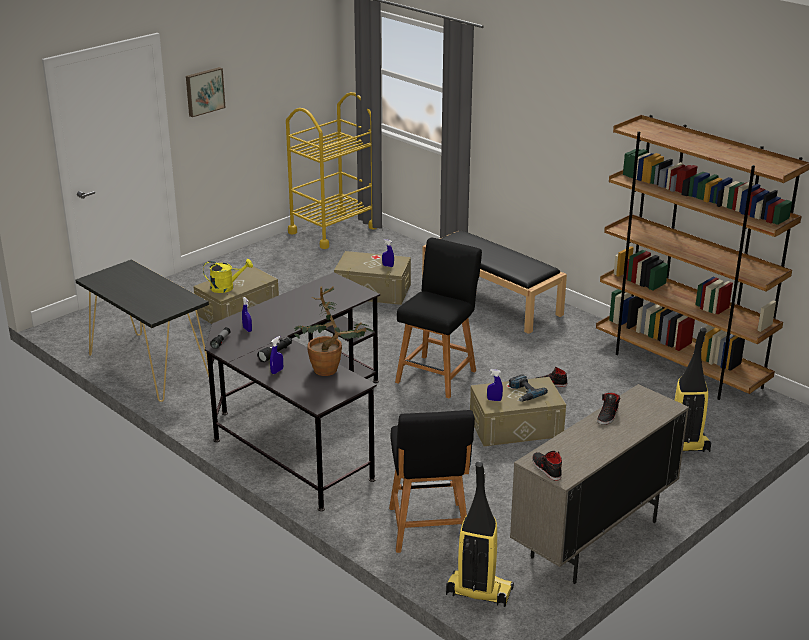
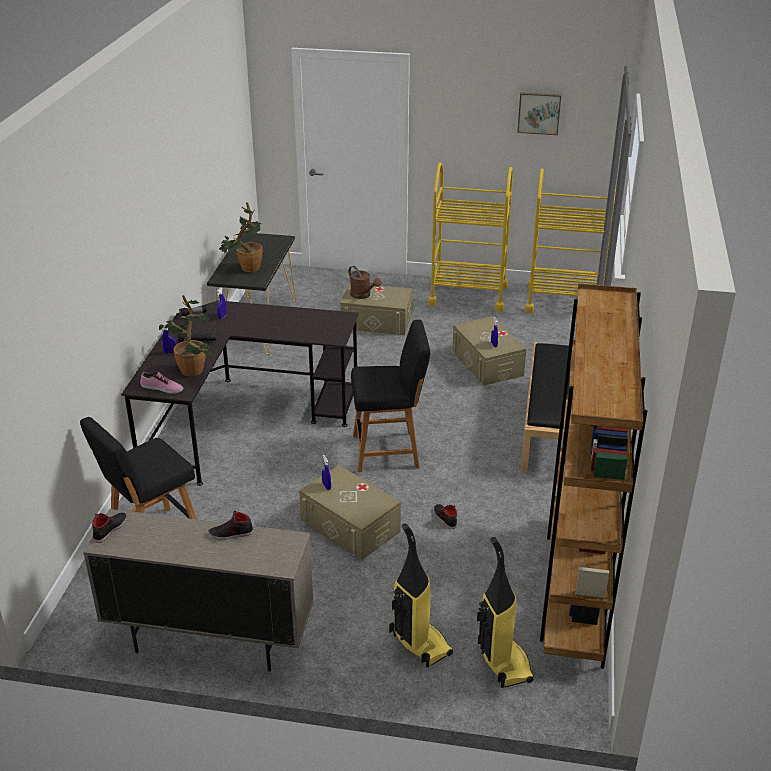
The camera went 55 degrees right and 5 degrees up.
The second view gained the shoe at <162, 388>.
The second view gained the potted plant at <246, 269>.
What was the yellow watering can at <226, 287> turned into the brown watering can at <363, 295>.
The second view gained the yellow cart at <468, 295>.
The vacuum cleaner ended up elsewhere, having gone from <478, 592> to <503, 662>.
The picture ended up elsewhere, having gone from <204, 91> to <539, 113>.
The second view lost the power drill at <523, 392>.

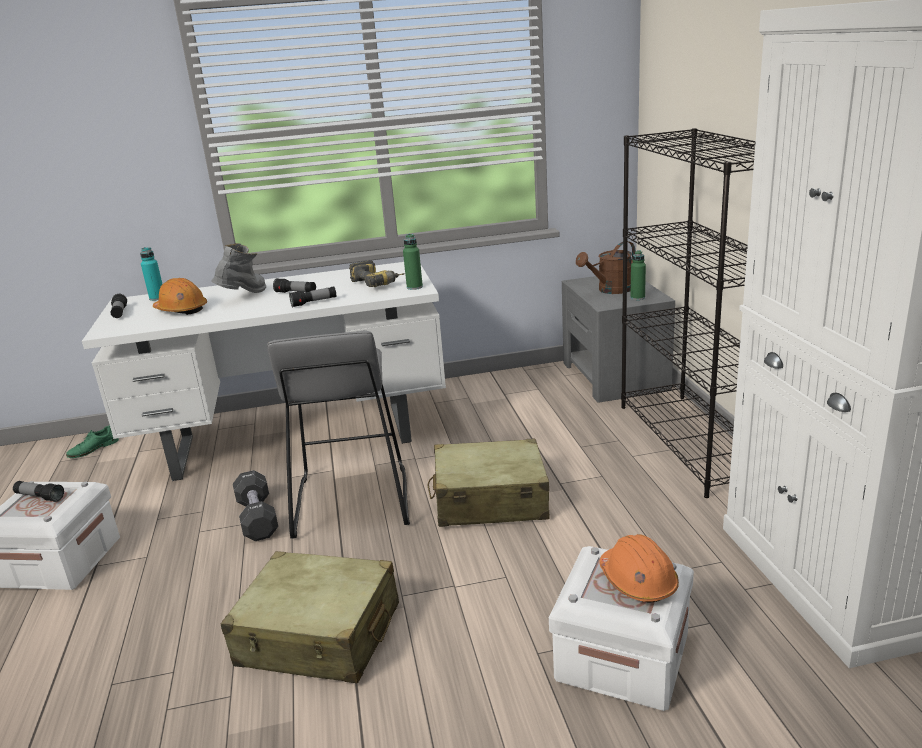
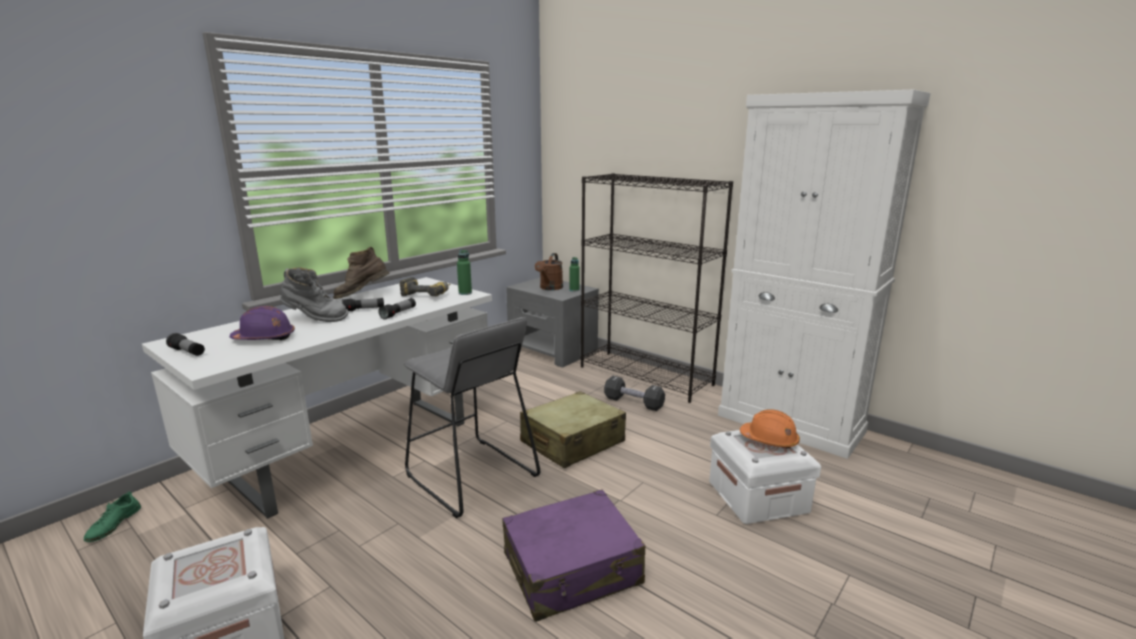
The camera went 40 degrees left and 5 degrees down.
What was the orange hard hat at <181, 310> turned into the purple hard hat at <264, 338>.
The grey boot at <244, 297> ended up facing another way, 105 degrees clockwise from before.
The second view gained the brown boot at <362, 296>.
What was the beige suitcase at <319, 635> turned into the purple suitcase at <572, 569>.
The black dumbbell ended up elsewhere, having gone from <257, 518> to <633, 403>.
The second view lost the flashlight at <40, 497>.
The second view lost the turquoise bottle at <157, 298>.

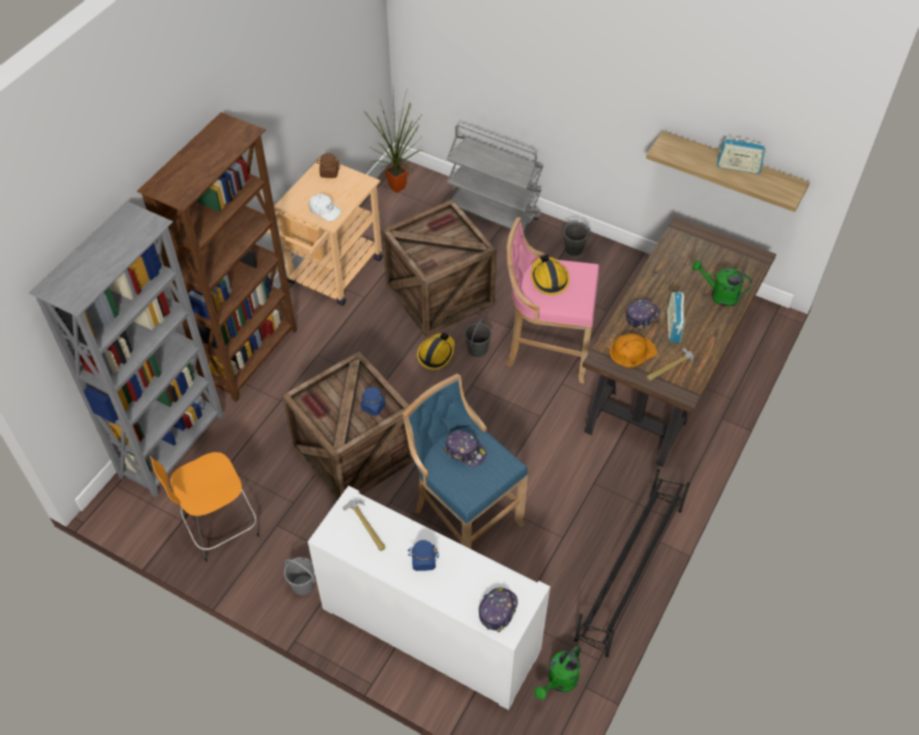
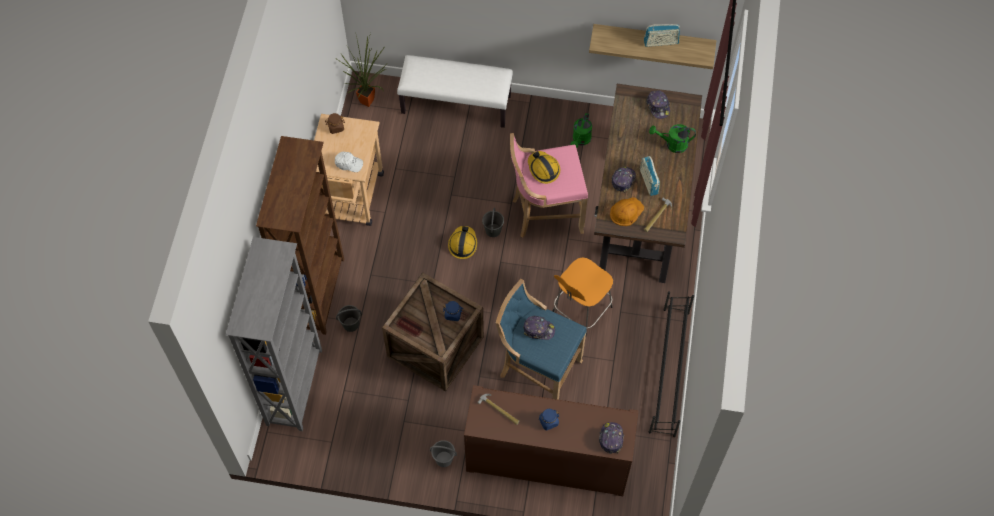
The camera went 20 degrees left and 10 degrees up.
The grey bucket ended up elsewhere, having gone from <574, 249> to <351, 324>.
Where the grey cart stood at <493, 214>, the white bench came to stand at <456, 104>.
What was the white cabinet at <430, 629> turned into the brown cabinet at <548, 460>.
The orange stool ended up elsewhere, having gone from <218, 528> to <580, 310>.
The green watering can ended up elsewhere, having gone from <559, 682> to <580, 140>.
The second view gained the cap at <658, 106>.
The second view lost the crate at <440, 293>.

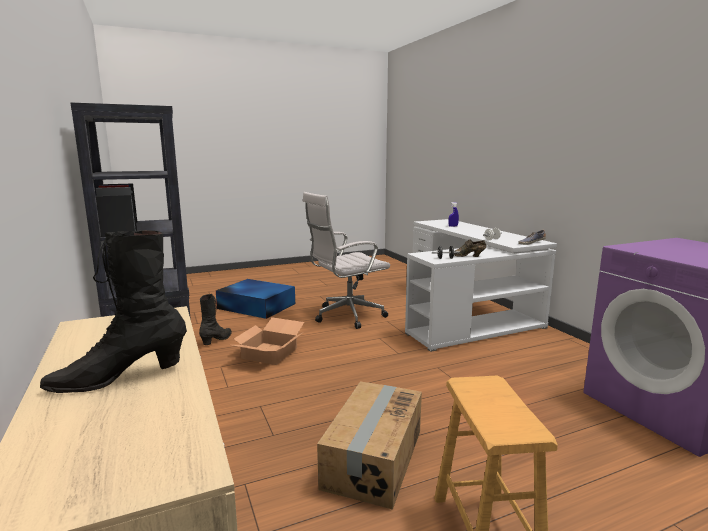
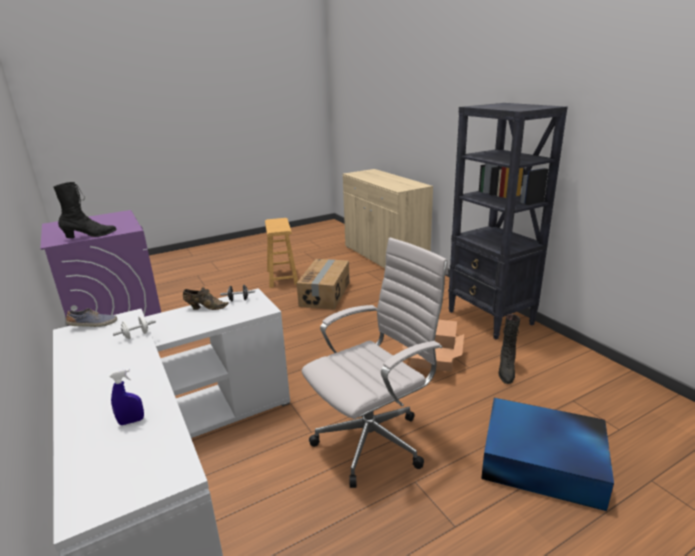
The camera went 175 degrees right and 10 degrees up.
The black boot ended up elsewhere, having gone from <119, 377> to <90, 236>.

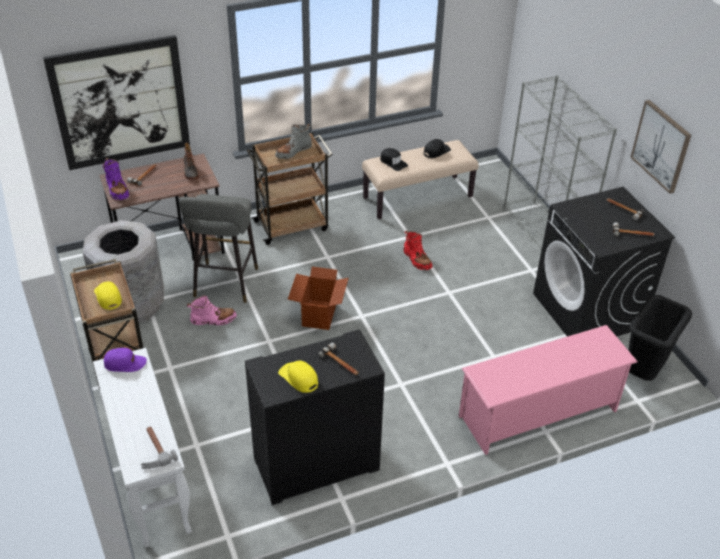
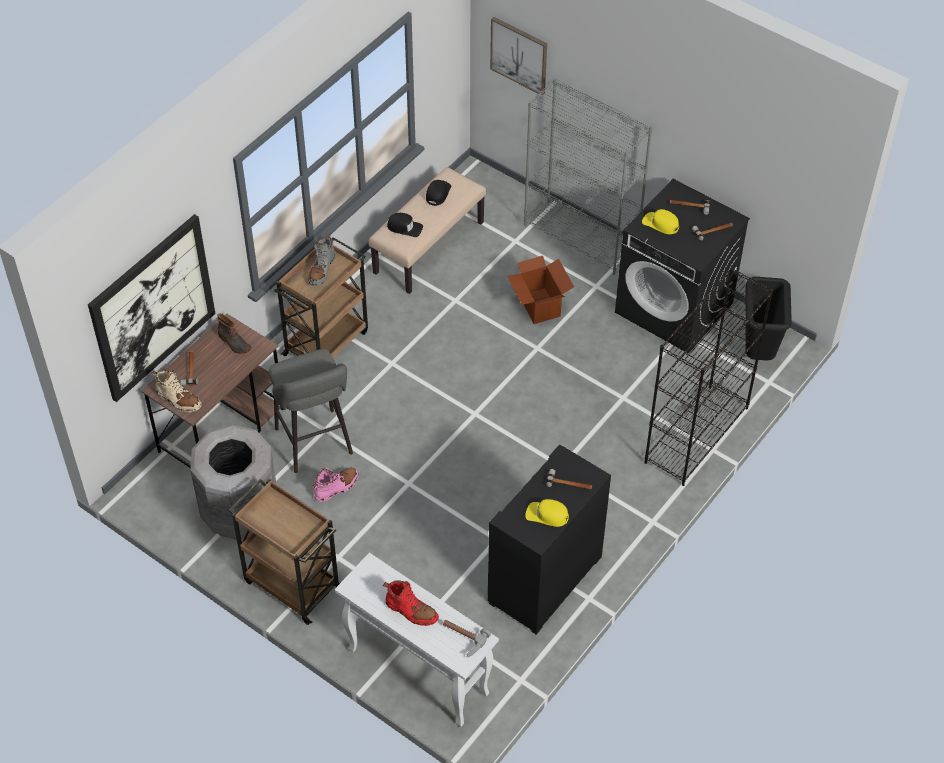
The camera went 30 degrees left and 10 degrees up.
What was the purple boot at <117, 190> turned into the beige boot at <178, 400>.
The red boot ended up elsewhere, having gone from <417, 259> to <411, 611>.
The picture ended up elsewhere, having gone from <661, 146> to <519, 55>.
The cardboard box ended up elsewhere, having gone from <318, 315> to <539, 306>.
The yellow cap ended up elsewhere, having gone from <108, 297> to <660, 224>.
Where the pink shoe rack stood at <538, 414>, the black bookcase came to stand at <696, 436>.
The second view lost the purple cap at <125, 363>.

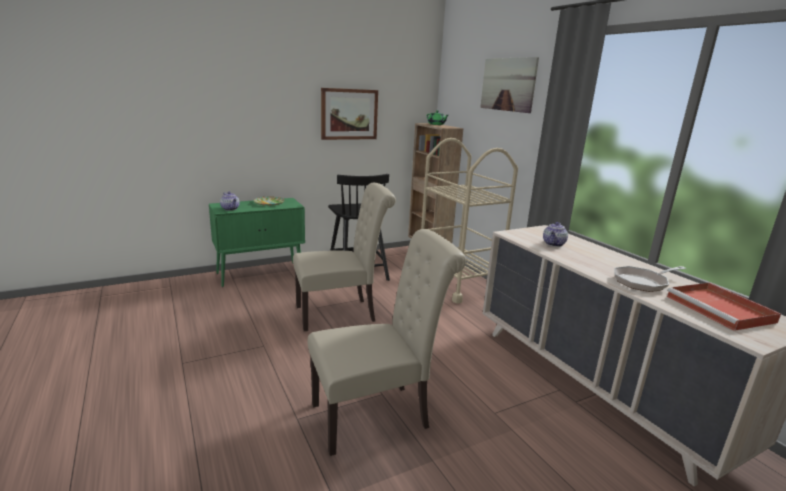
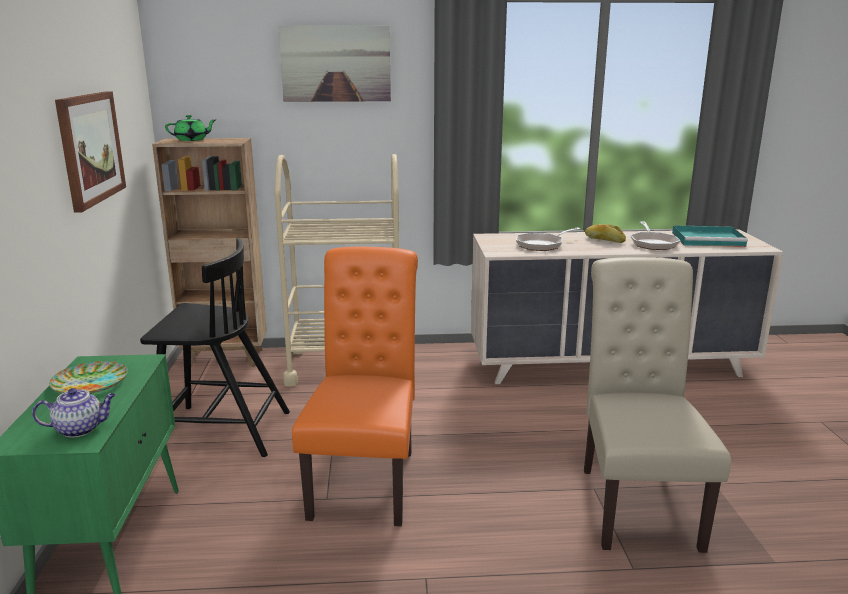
The camera went 65 degrees left and 0 degrees up.
What was the beige chair at <341, 313> turned into the orange chair at <366, 478>.
Where the teapot stood at <554, 244>, the frying pan came to stand at <542, 245>.
The second view gained the bread at <604, 240>.
What was the red tray at <721, 309> turned into the turquoise tray at <709, 239>.

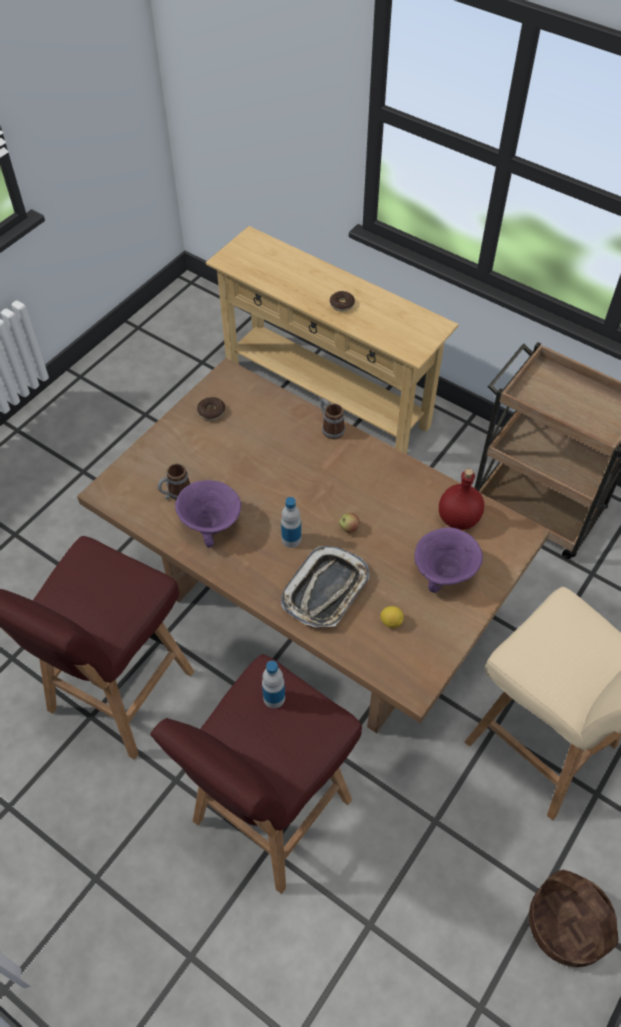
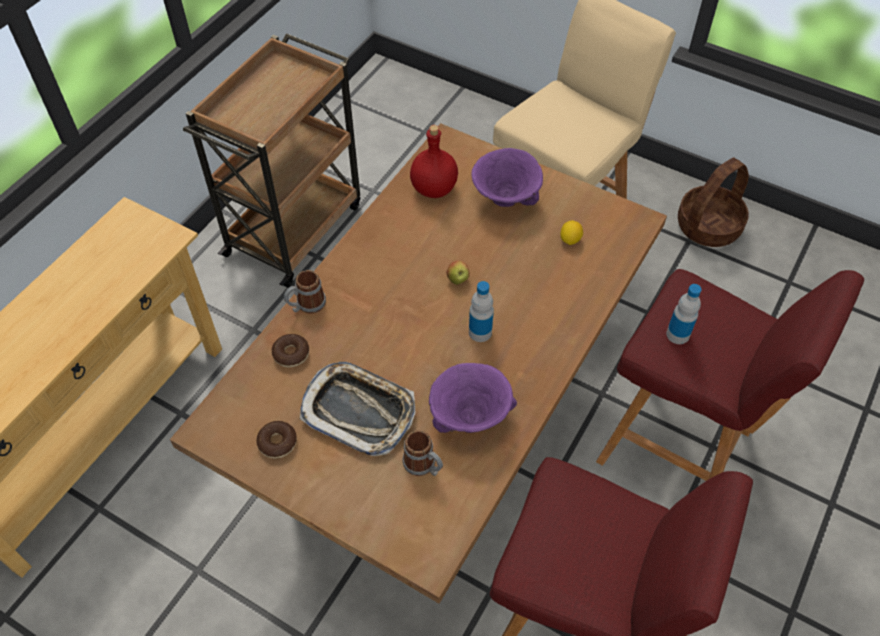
The camera went 95 degrees left and 0 degrees up.
The donut ended up elsewhere, having gone from <342, 304> to <291, 354>.
The tray ended up elsewhere, having gone from <326, 591> to <359, 411>.

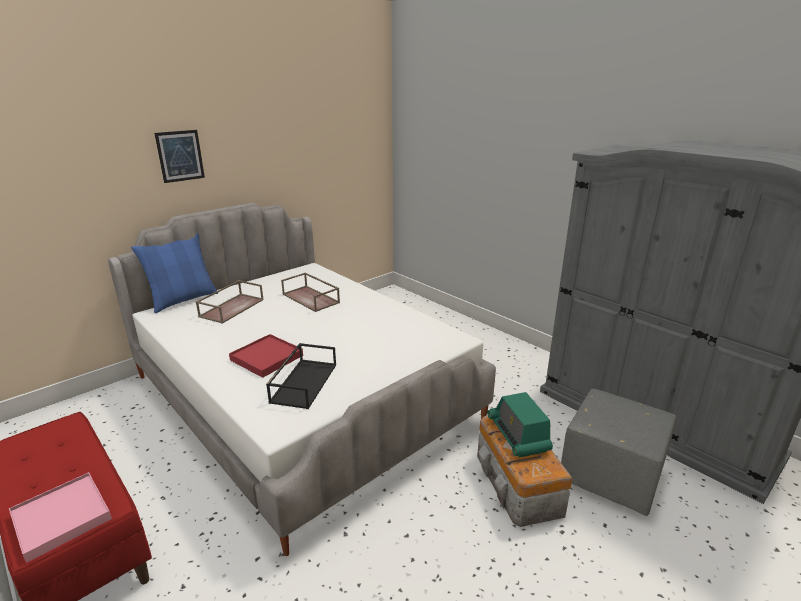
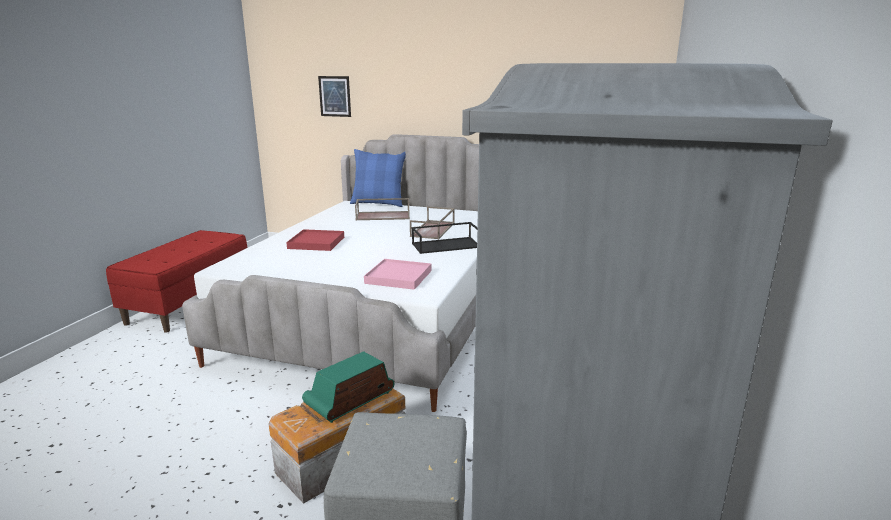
The camera went 60 degrees right and 5 degrees down.
The picture ended up elsewhere, having gone from <180, 156> to <334, 96>.
The pink tray ended up elsewhere, having gone from <61, 518> to <398, 277>.
The black tray ended up elsewhere, having gone from <304, 382> to <446, 245>.

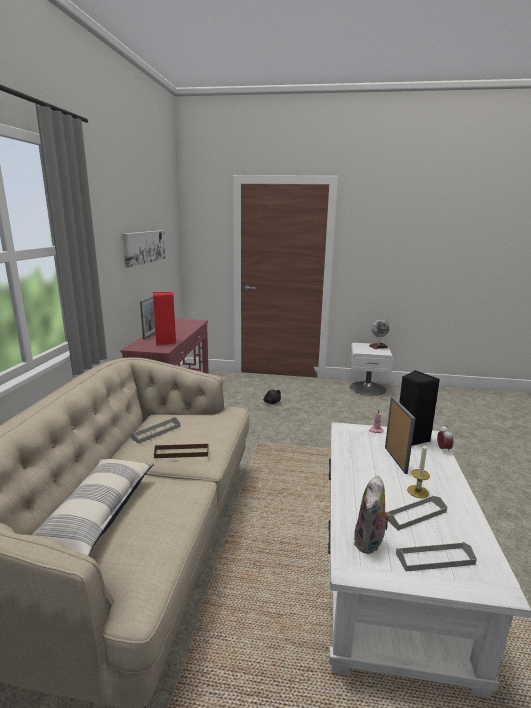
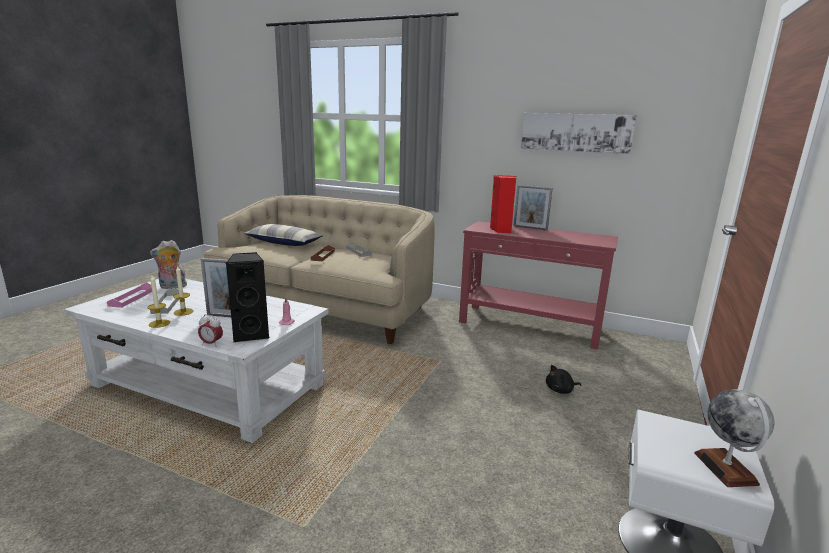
The camera went 105 degrees right and 0 degrees up.
What was the grey tray at <435, 559> turned into the pink tray at <132, 298>.
The second view gained the candle at <159, 323>.
The plush toy at <370, 543> ended up facing another way, 60 degrees counterclockwise from before.

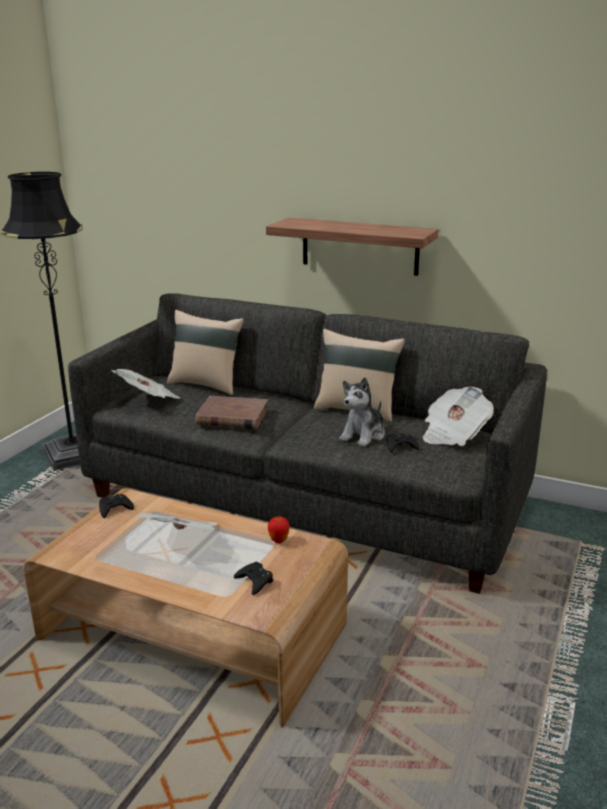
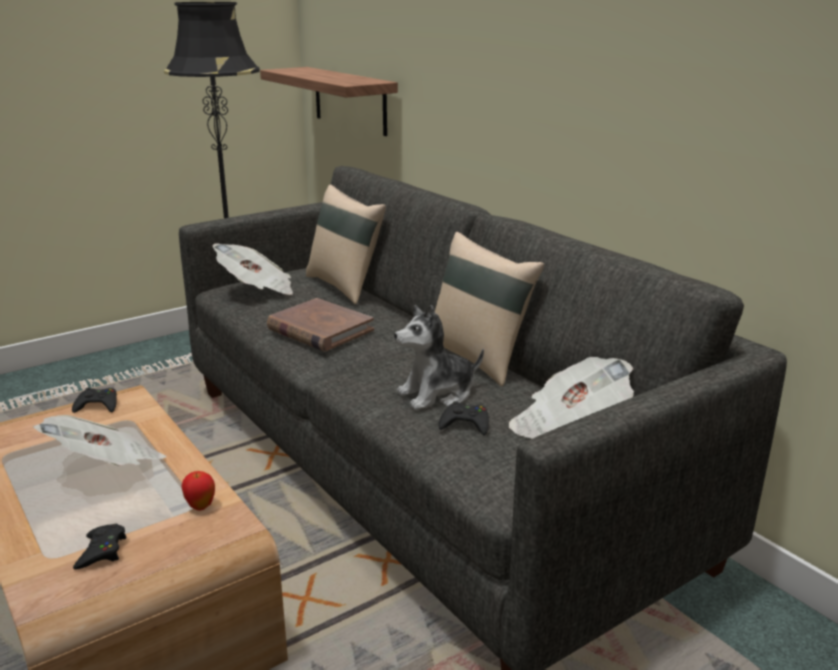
The camera went 30 degrees right and 0 degrees up.
The shelf ended up elsewhere, having gone from <359, 246> to <349, 100>.

